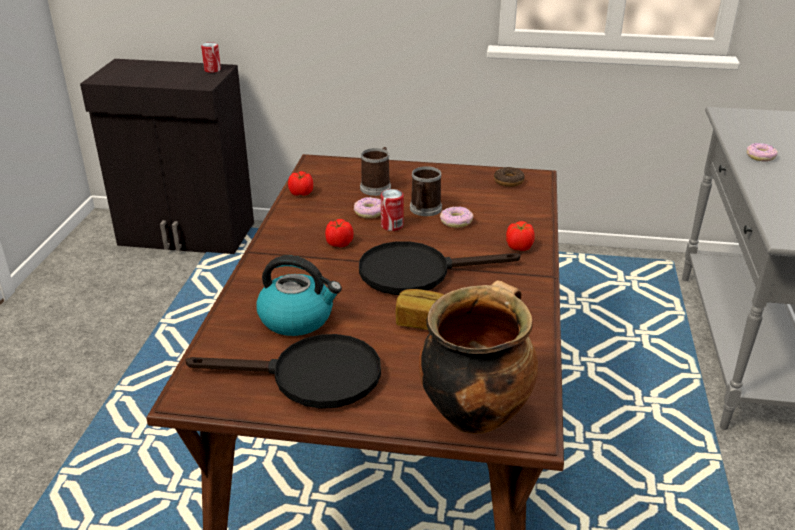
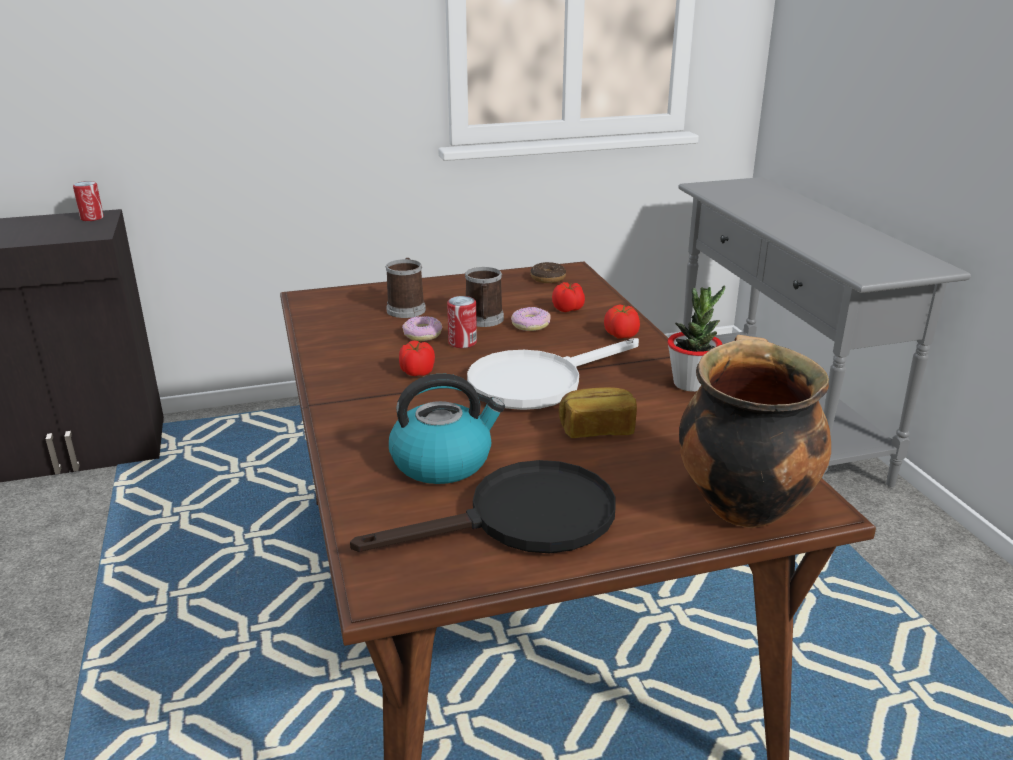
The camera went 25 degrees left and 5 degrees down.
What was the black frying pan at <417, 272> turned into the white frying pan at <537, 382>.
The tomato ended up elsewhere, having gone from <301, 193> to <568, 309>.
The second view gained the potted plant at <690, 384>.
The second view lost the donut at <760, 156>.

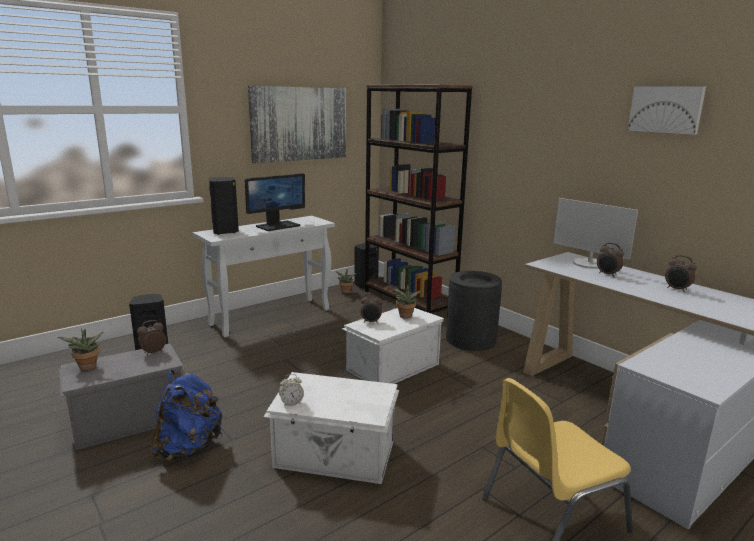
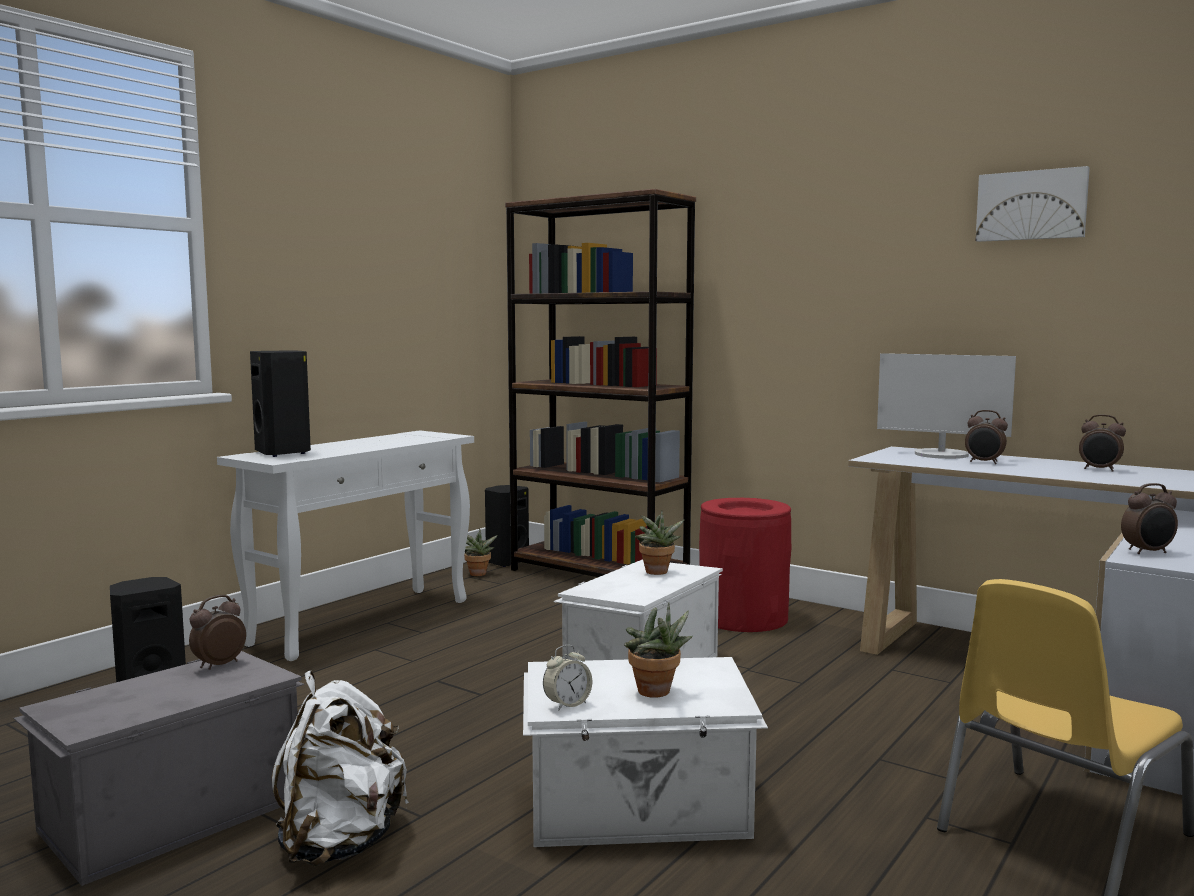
The camera went 15 degrees left and 10 degrees down.
What was the blue backpack at <189, 448> turned into the white backpack at <340, 843>.
The potted plant ended up elsewhere, having gone from <87, 368> to <656, 693>.
What was the black trash can at <471, 339> turned into the red trash can at <743, 617>.
The alarm clock ended up elsewhere, having gone from <371, 322> to <1148, 552>.
The second view lost the monitor at <278, 226>.
The second view lost the picture at <299, 124>.

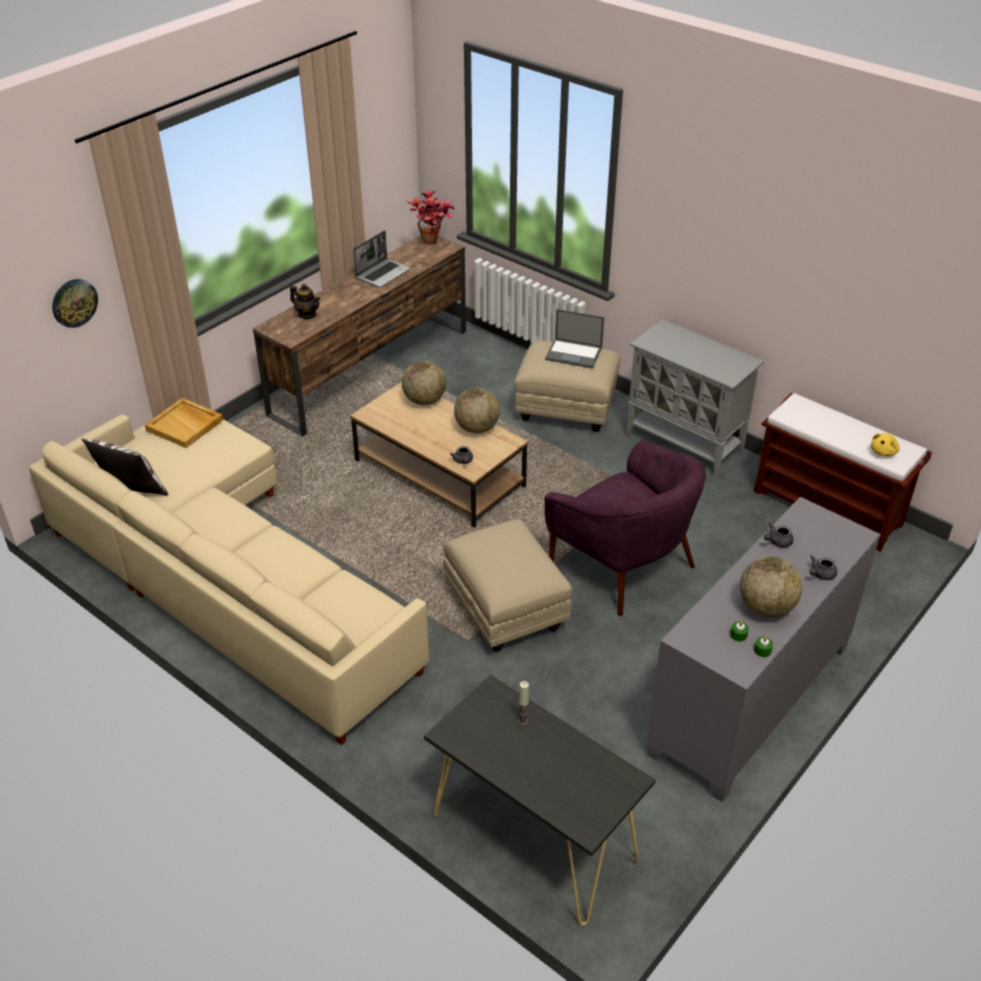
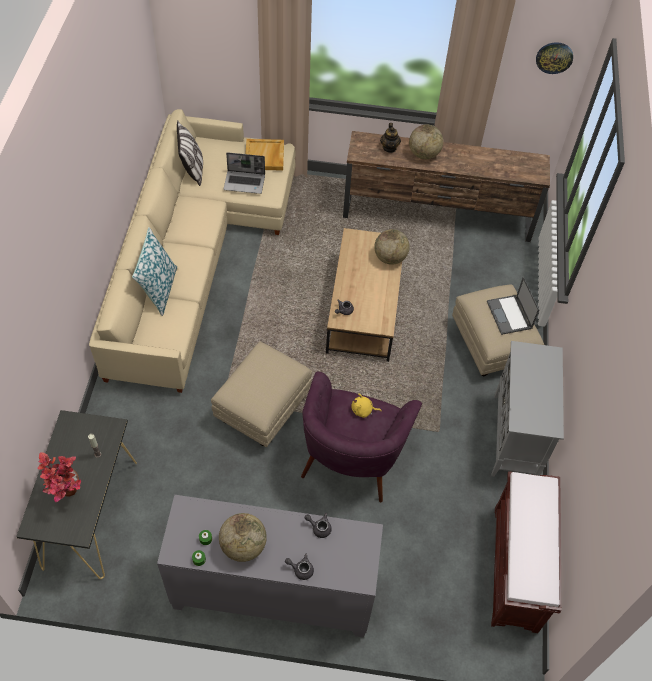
The camera went 55 degrees right and 15 degrees up.
The potted plant ended up elsewhere, having gone from <433, 243> to <67, 495>.
The second view gained the pillow at <159, 289>.
The laptop ended up elsewhere, having gone from <383, 273> to <245, 182>.
The yellow plush toy ended up elsewhere, having gone from <883, 452> to <363, 410>.
The globe ended up elsewhere, having gone from <477, 428> to <424, 154>.
The wall clock ended up elsewhere, having gone from <74, 302> to <554, 57>.

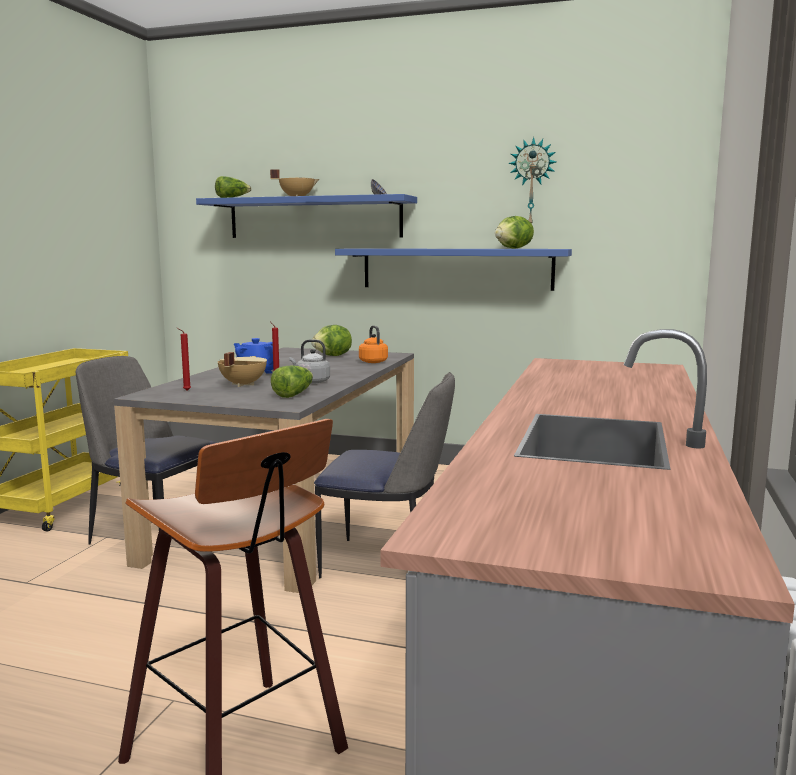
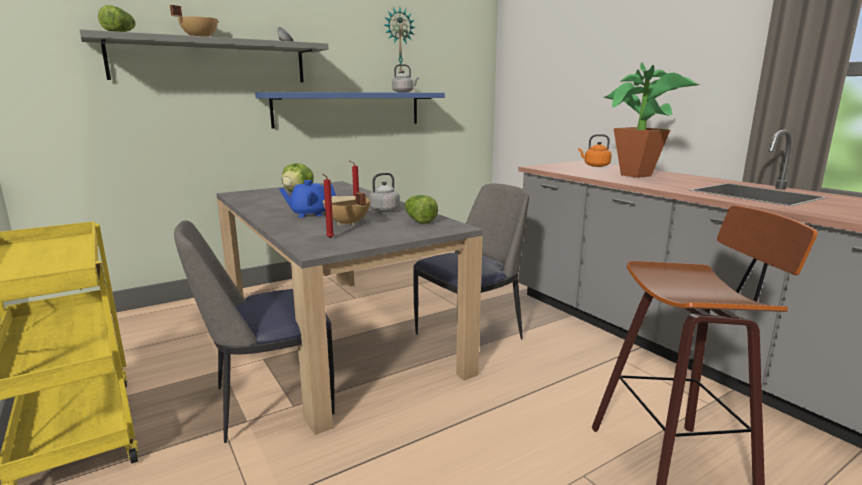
The camera went 50 degrees left and 5 degrees up.
What was the blue shelf at <314, 218> turned into the grey shelf at <212, 61>.
Where the lettuce stood at <514, 248>, the grey kettle came to stand at <404, 92>.
The orange kettle ended up elsewhere, having gone from <372, 361> to <595, 166>.
The second view gained the potted plant at <638, 176>.

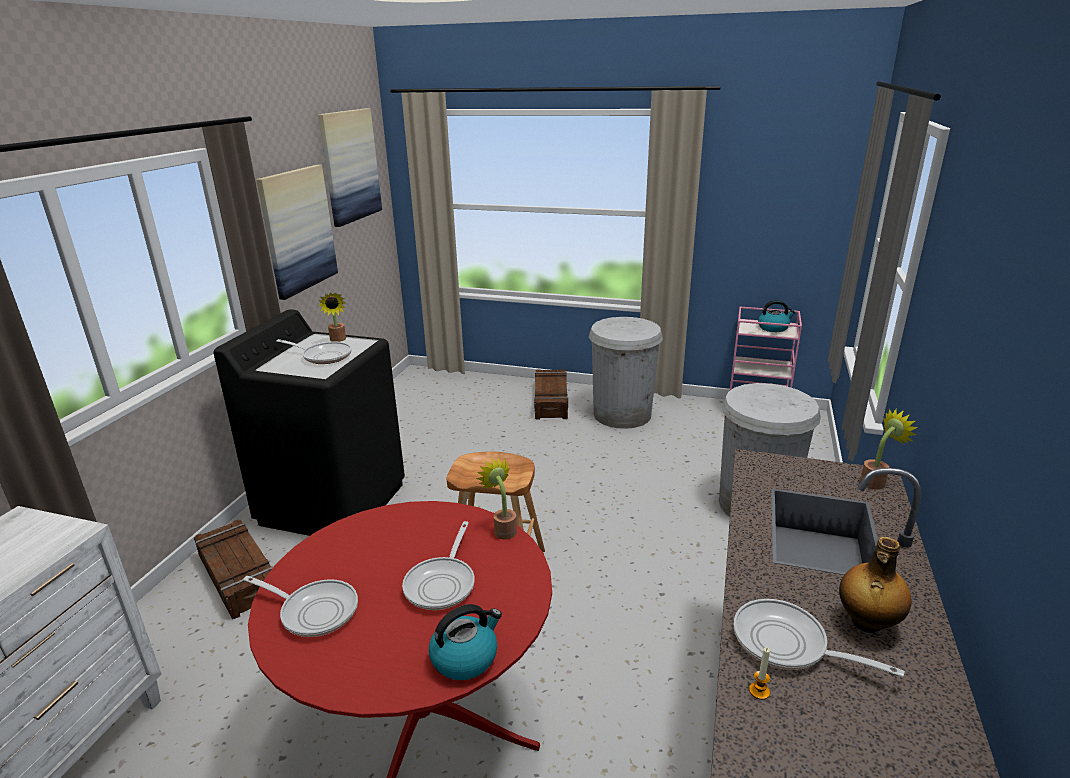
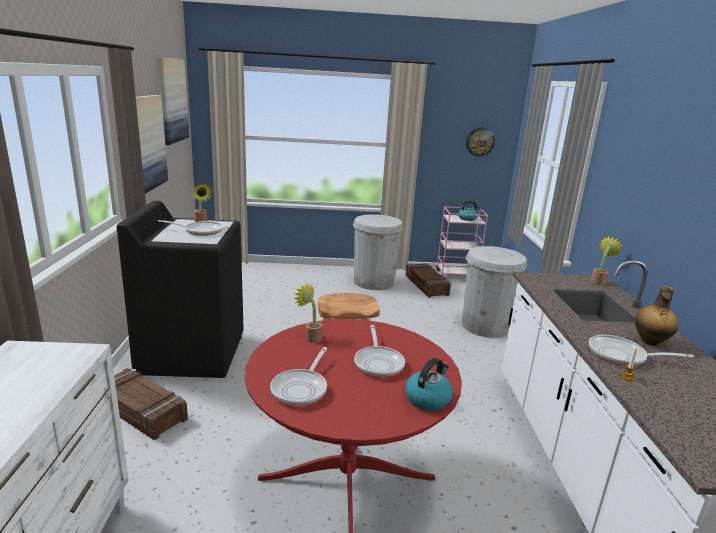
The camera went 20 degrees left and 5 degrees down.
The frying pan at <314, 611> ended up facing another way, 105 degrees clockwise from before.
The potted plant ended up elsewhere, having gone from <503, 529> to <311, 337>.
The crate ended up elsewhere, having gone from <550, 401> to <425, 285>.
The second view gained the wall clock at <480, 142>.

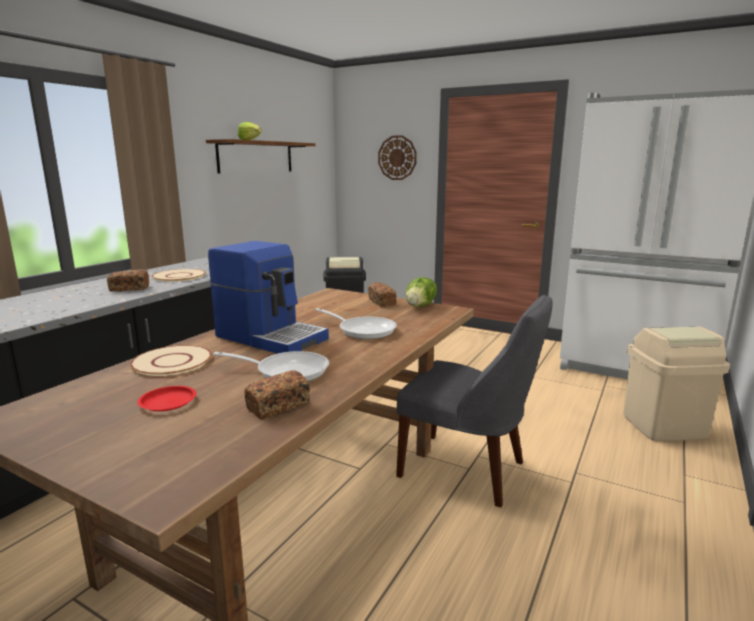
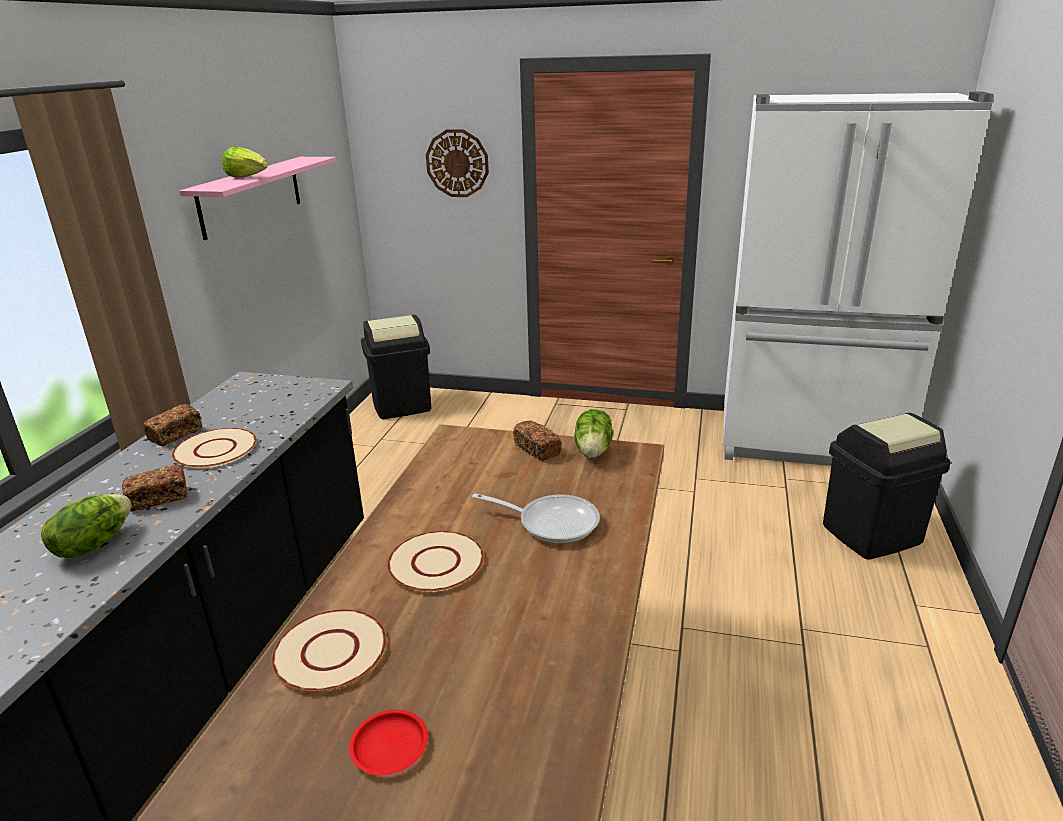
The camera went 15 degrees left and 10 degrees up.
The second view gained the lettuce at <93, 544>.
The bread ended up elsewhere, having gone from <278, 406> to <175, 434>.
What was the brown shelf at <256, 157> turned into the pink shelf at <251, 196>.
Where the coffee machine stood at <271, 337>, the beige plate came to stand at <435, 562>.
What was the beige trash can at <664, 427> turned into the black trash can at <872, 534>.
The second view lost the frying pan at <286, 371>.
The second view lost the grey chair at <467, 470>.

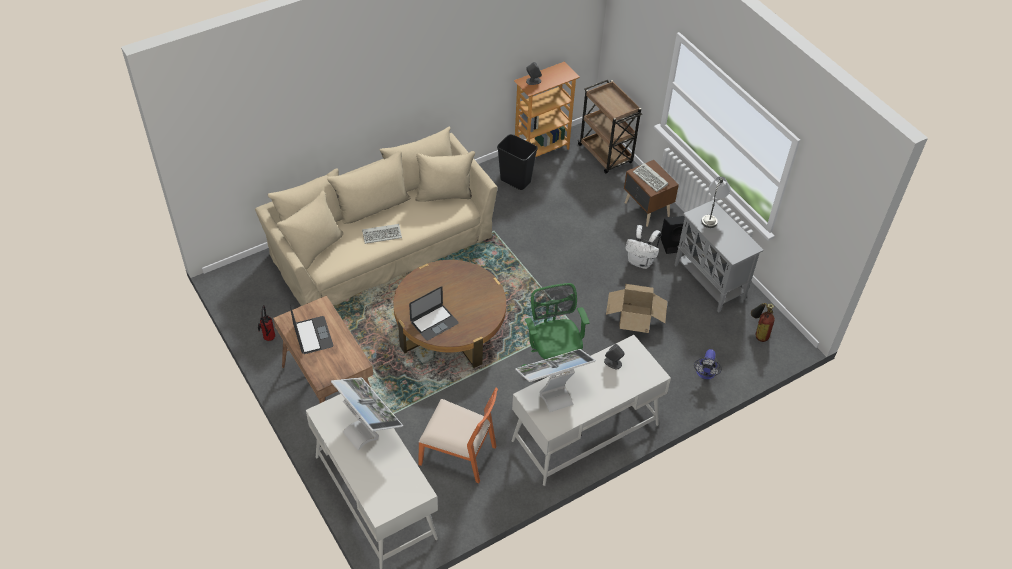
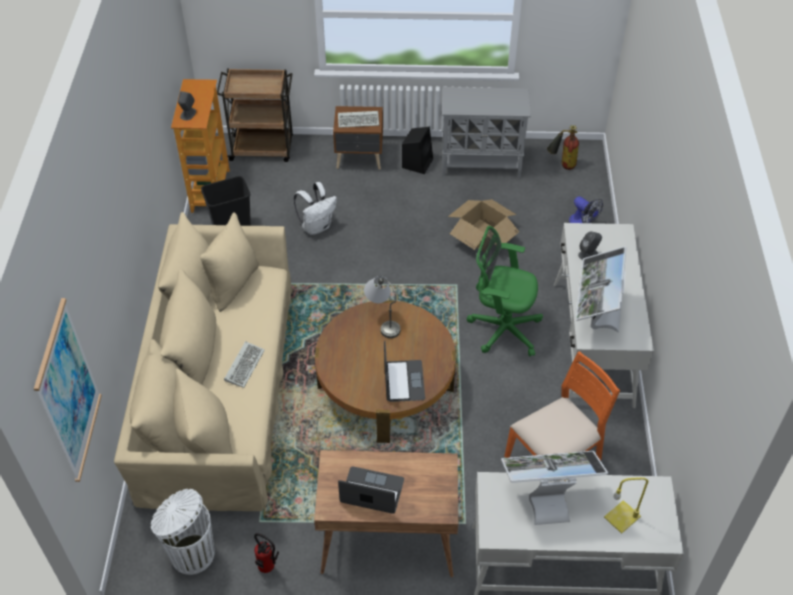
The camera went 55 degrees left and 0 degrees up.
The second view gained the picture at <68, 392>.
The second view gained the white trash can at <191, 553>.
The white backpack ended up elsewhere, having gone from <641, 262> to <317, 226>.
The grey table lamp ended up elsewhere, having gone from <712, 215> to <383, 321>.
The second view gained the yellow table lamp at <622, 516>.

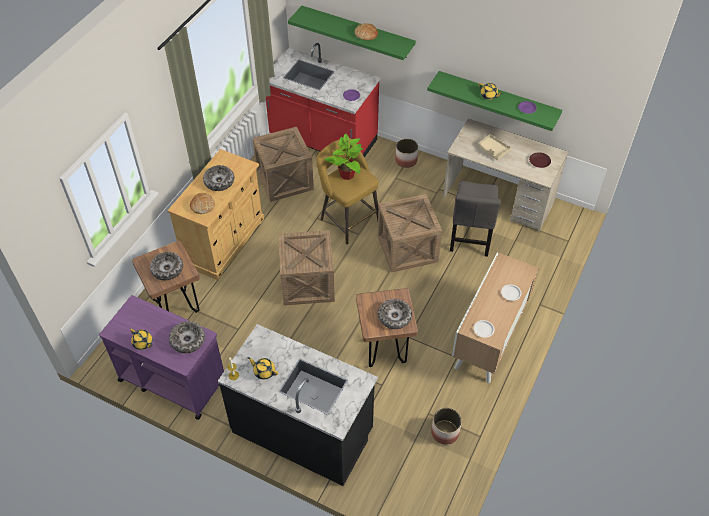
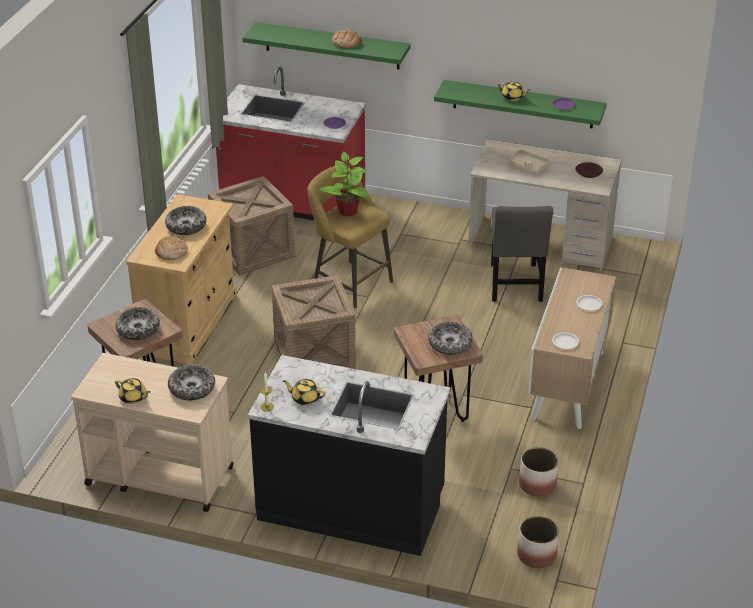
The camera went 10 degrees left and 15 degrees down.
What was the purple cart at <172, 380> turned into the beige cart at <159, 475>.
The planter ended up elsewhere, having gone from <406, 160> to <536, 555>.
The second view lost the crate at <407, 248>.

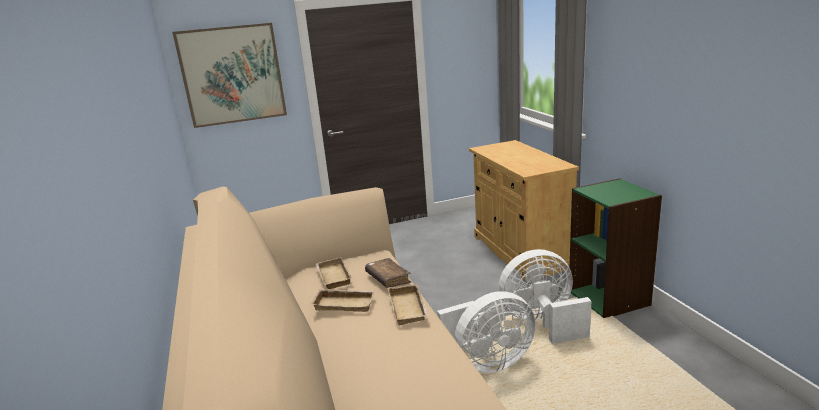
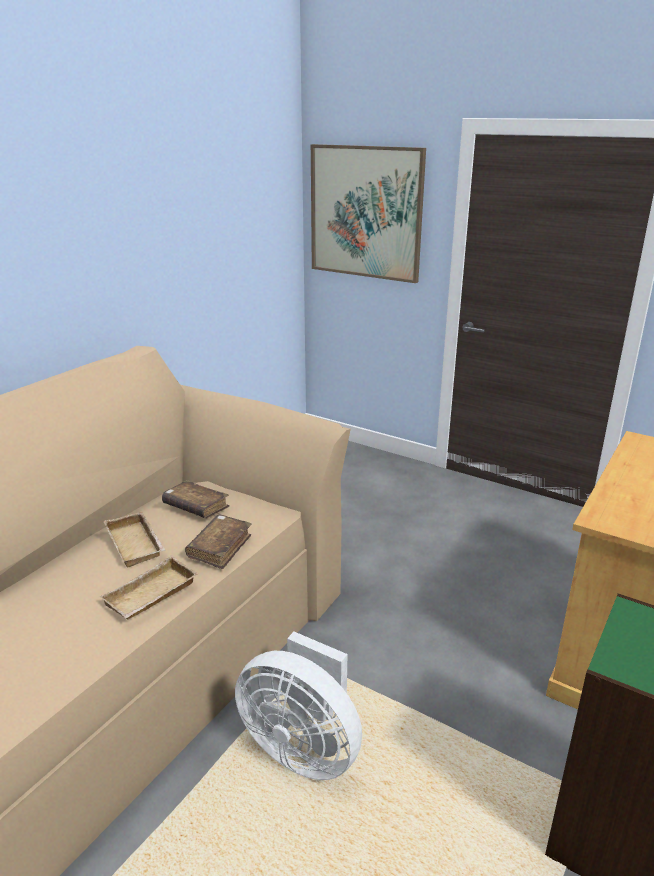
The camera went 50 degrees right and 5 degrees up.
Where the beige tray stood at <332, 276>, the brown book came to stand at <196, 507>.
The second view lost the white fan at <542, 322>.

